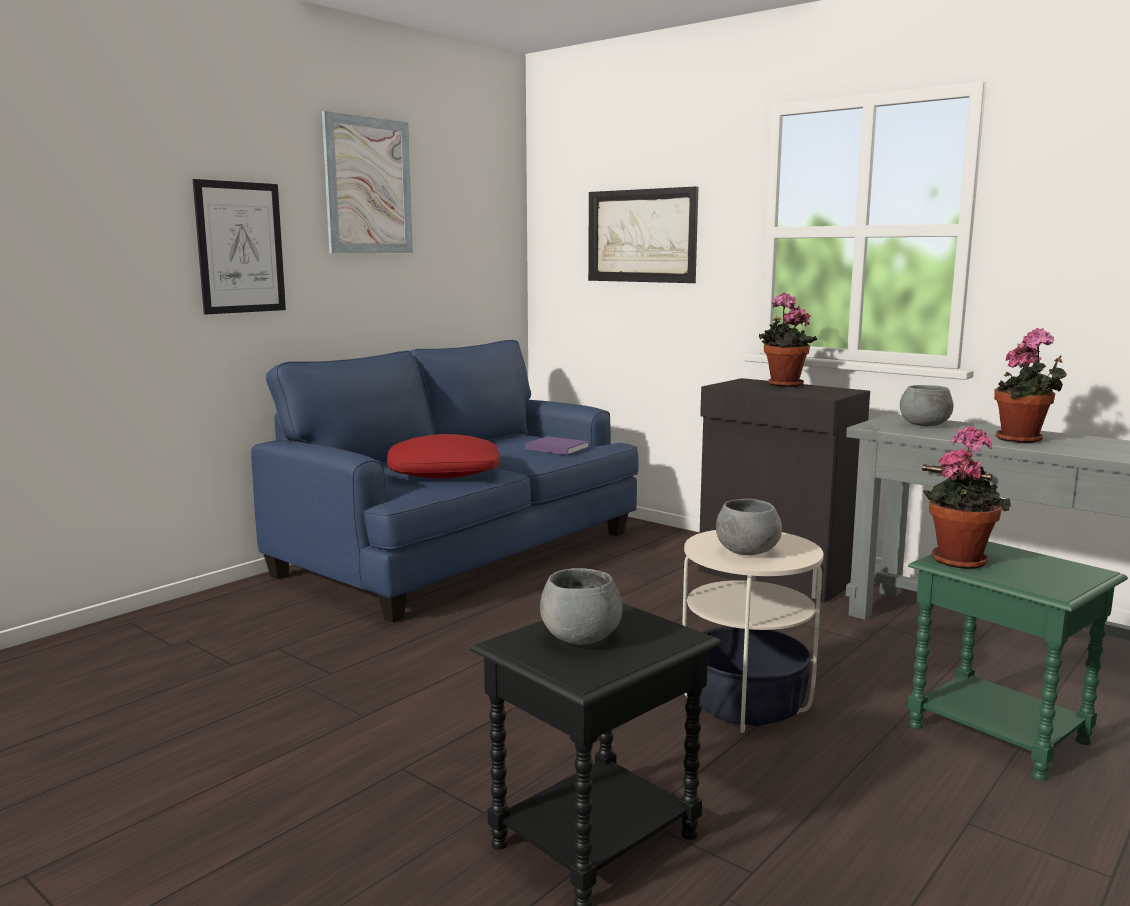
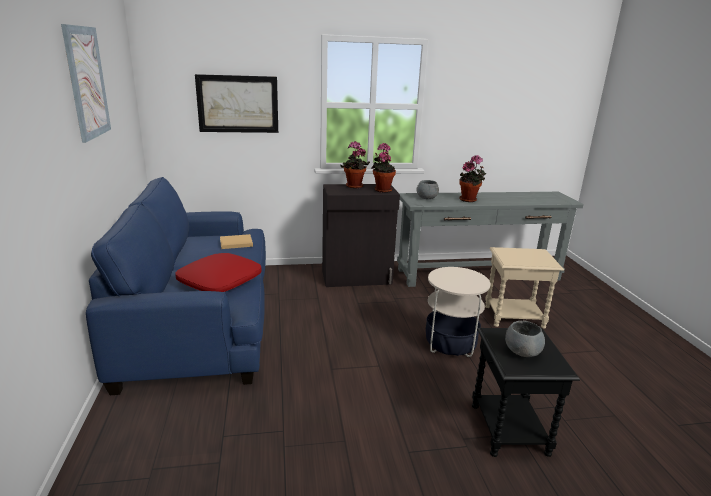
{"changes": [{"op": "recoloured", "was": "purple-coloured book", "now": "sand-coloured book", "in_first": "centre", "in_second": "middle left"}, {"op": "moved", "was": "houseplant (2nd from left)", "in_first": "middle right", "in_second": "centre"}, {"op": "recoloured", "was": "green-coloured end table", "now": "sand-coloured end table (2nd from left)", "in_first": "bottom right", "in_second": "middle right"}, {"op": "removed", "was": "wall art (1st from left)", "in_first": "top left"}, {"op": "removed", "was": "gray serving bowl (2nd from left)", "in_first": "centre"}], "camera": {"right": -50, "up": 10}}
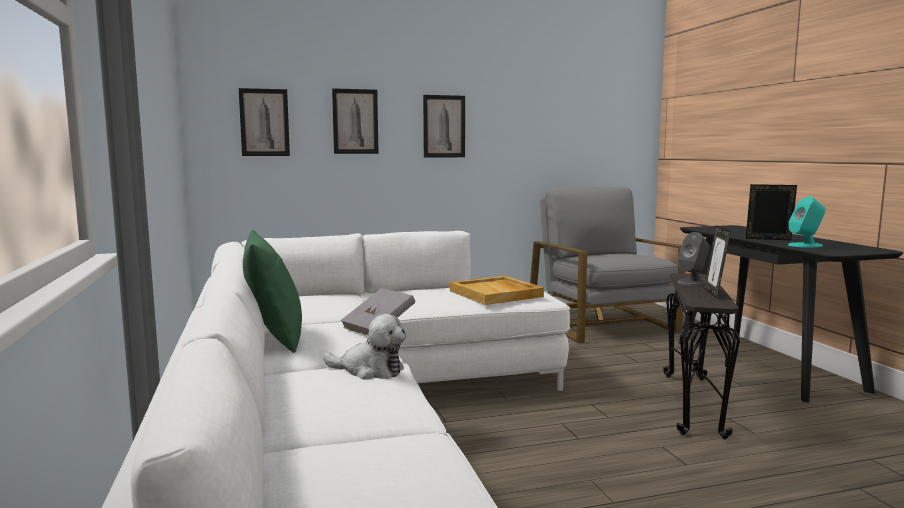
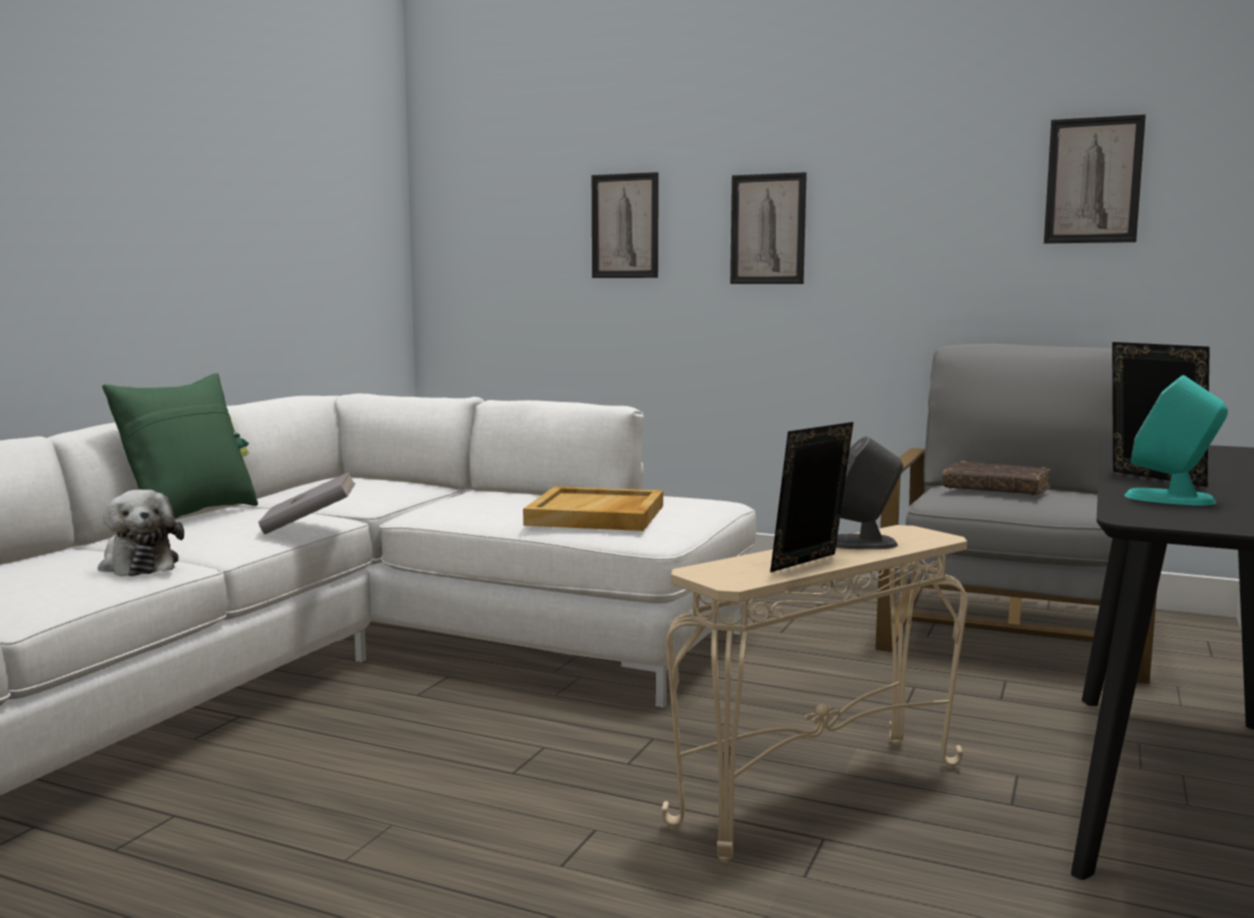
{"changes": [{"op": "recoloured", "was": "black-coloured end table", "now": "sand-coloured end table", "in_first": "bottom right", "in_second": "bottom centre"}, {"op": "added", "now": "brown book", "in_second": "middle right"}, {"op": "moved", "was": "wall art (1st from left in the first image)", "now": "wall art (3rd from left)", "in_first": "top left", "in_second": "top right"}], "camera": {"right": 40, "up": 0}}
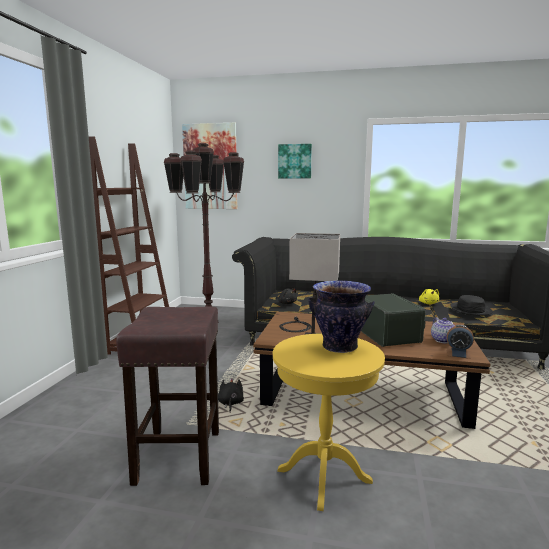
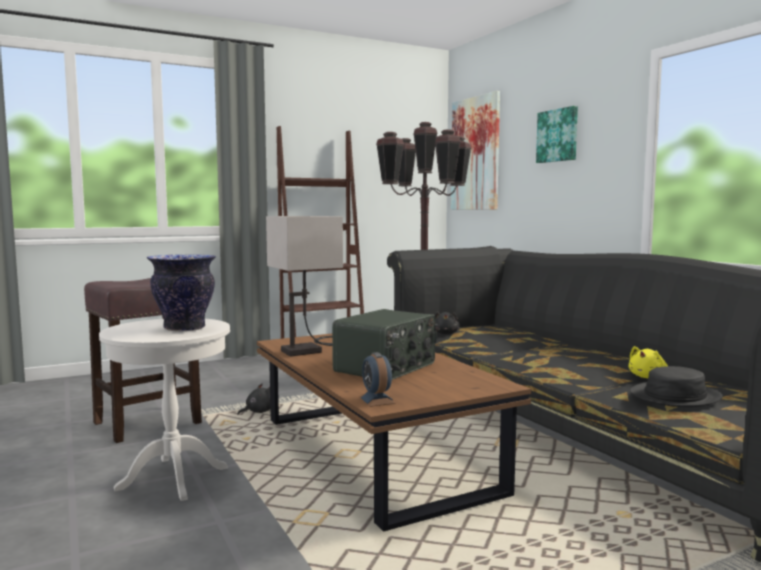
{"changes": [{"op": "recoloured", "was": "yellowish end table", "now": "white end table", "in_first": "bottom centre", "in_second": "bottom left"}, {"op": "removed", "was": "tea pot", "in_first": "middle right"}], "camera": {"right": 50, "up": -5}}
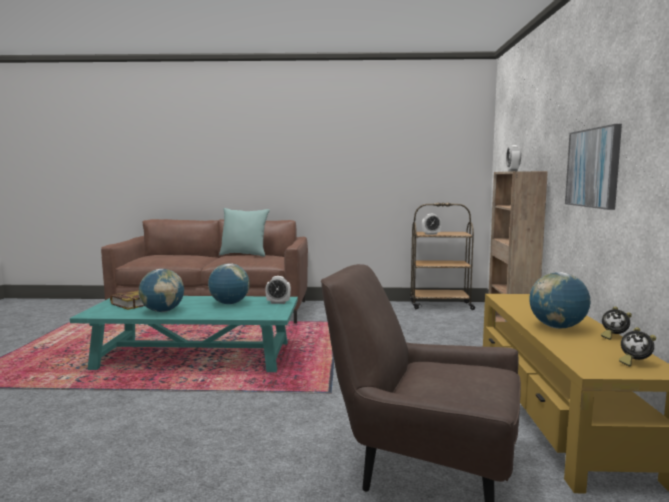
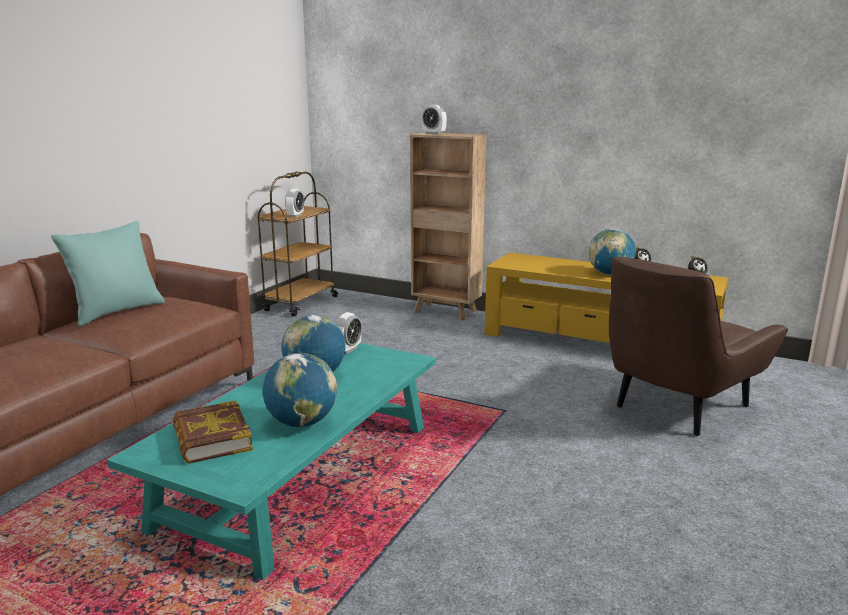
{"changes": [{"op": "removed", "was": "wall art", "in_first": "top right"}], "camera": {"right": -65, "up": 10}}
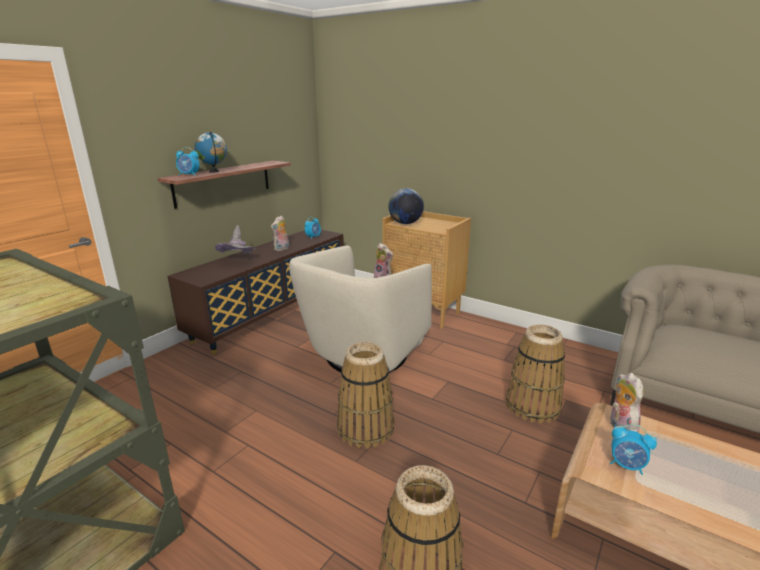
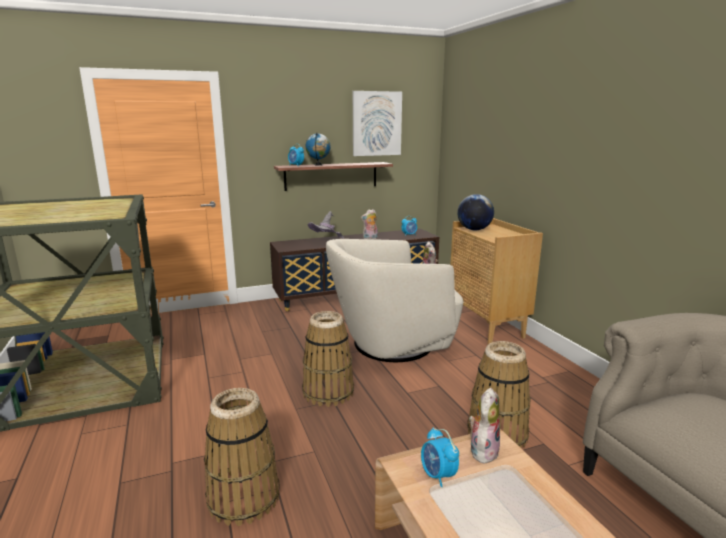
{"changes": [{"op": "added", "now": "wall art", "in_second": "top centre"}], "camera": {"right": 35, "up": -5}}
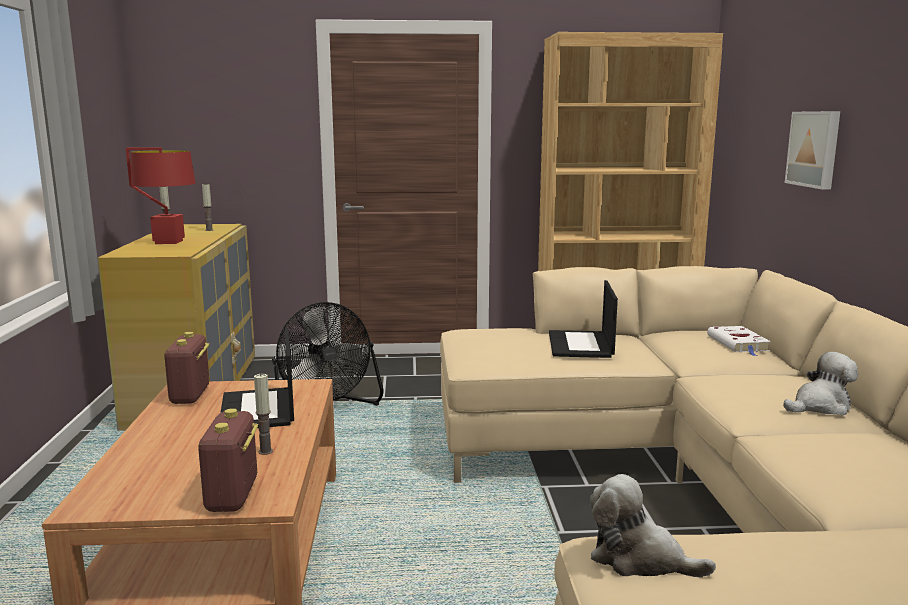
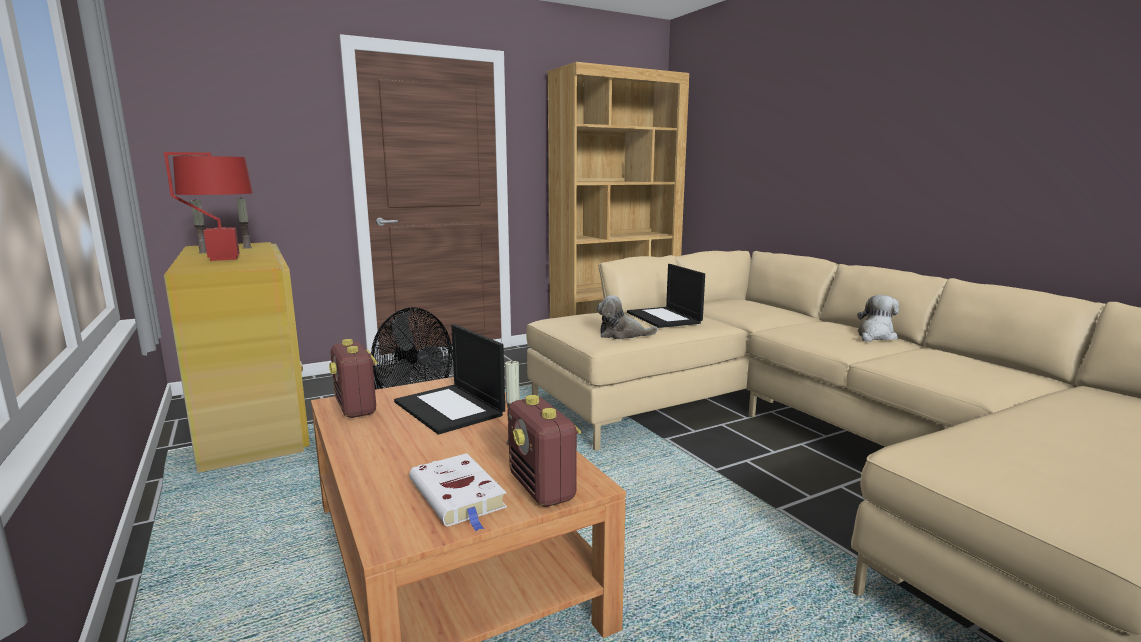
{"changes": [{"op": "moved", "was": "white book", "in_first": "middle right", "in_second": "bottom centre"}, {"op": "moved", "was": "plush toy (1st from left)", "in_first": "bottom right", "in_second": "centre"}, {"op": "removed", "was": "wall art", "in_first": "top right"}], "camera": {"right": -25, "up": 0}}
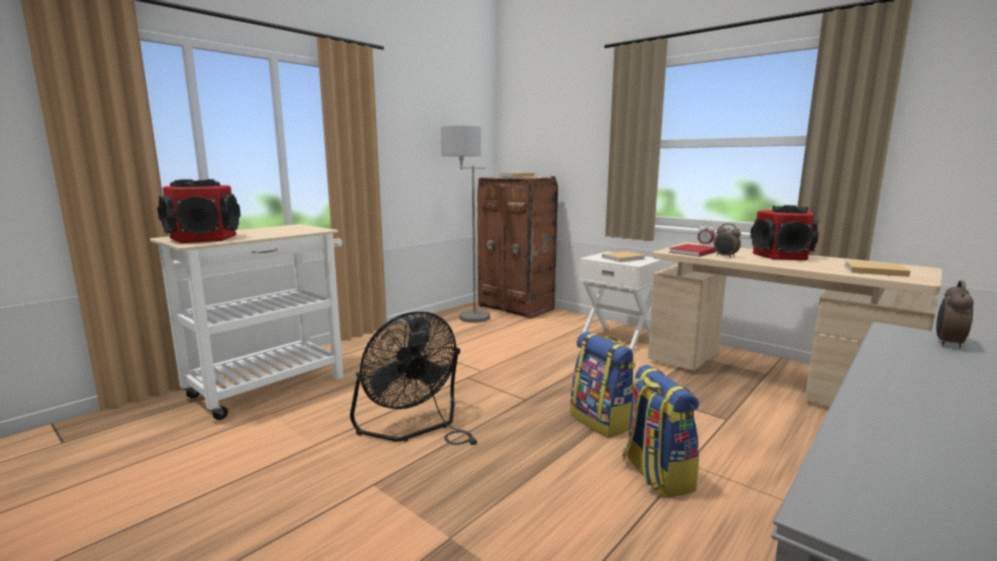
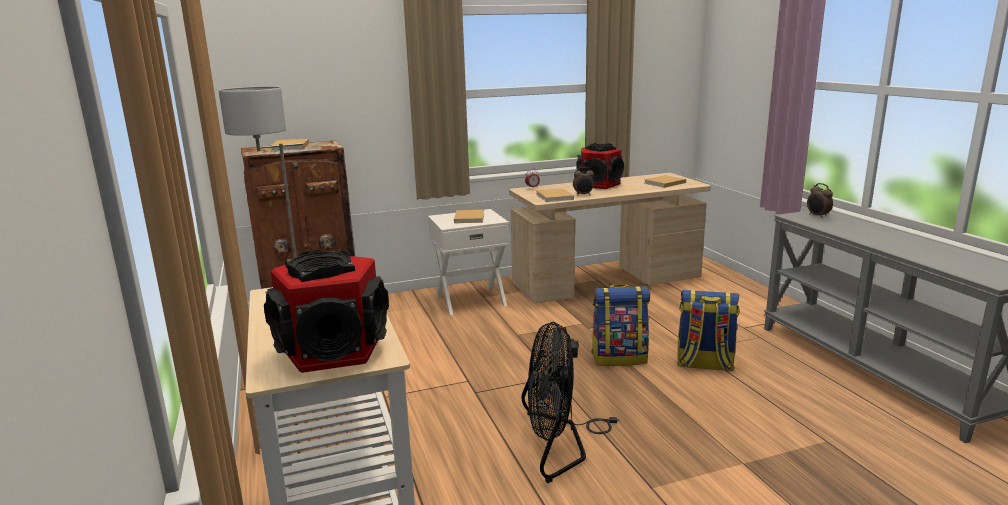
{"changes": [{"op": "recoloured", "was": "red-coloured book", "now": "sand-coloured book (3rd from left)", "in_first": "middle right", "in_second": "centre"}], "camera": {"right": -60, "up": 5}}
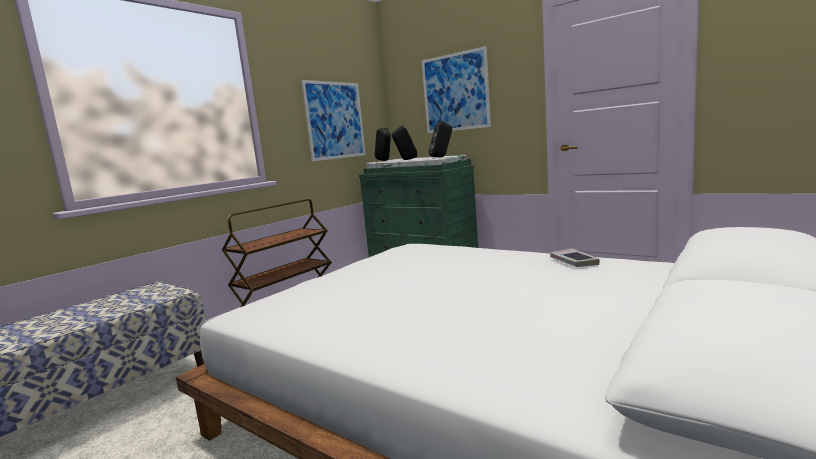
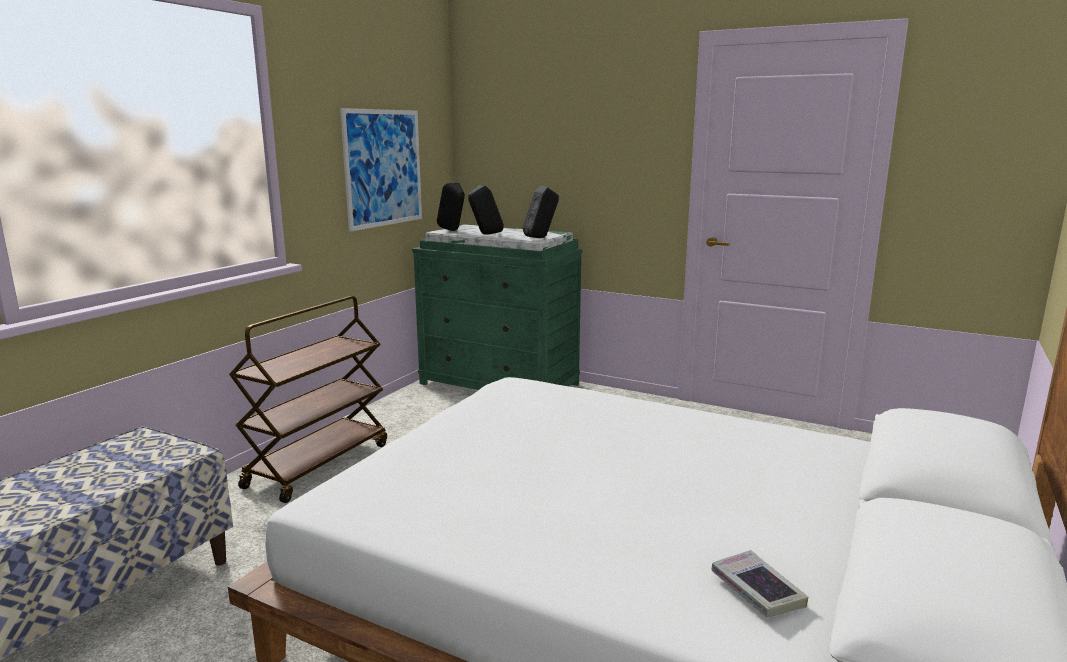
{"changes": [{"op": "moved", "was": "book", "in_first": "middle right", "in_second": "bottom right"}, {"op": "removed", "was": "wall art (2nd from left)", "in_first": "top centre"}], "camera": {"right": -10, "up": 5}}
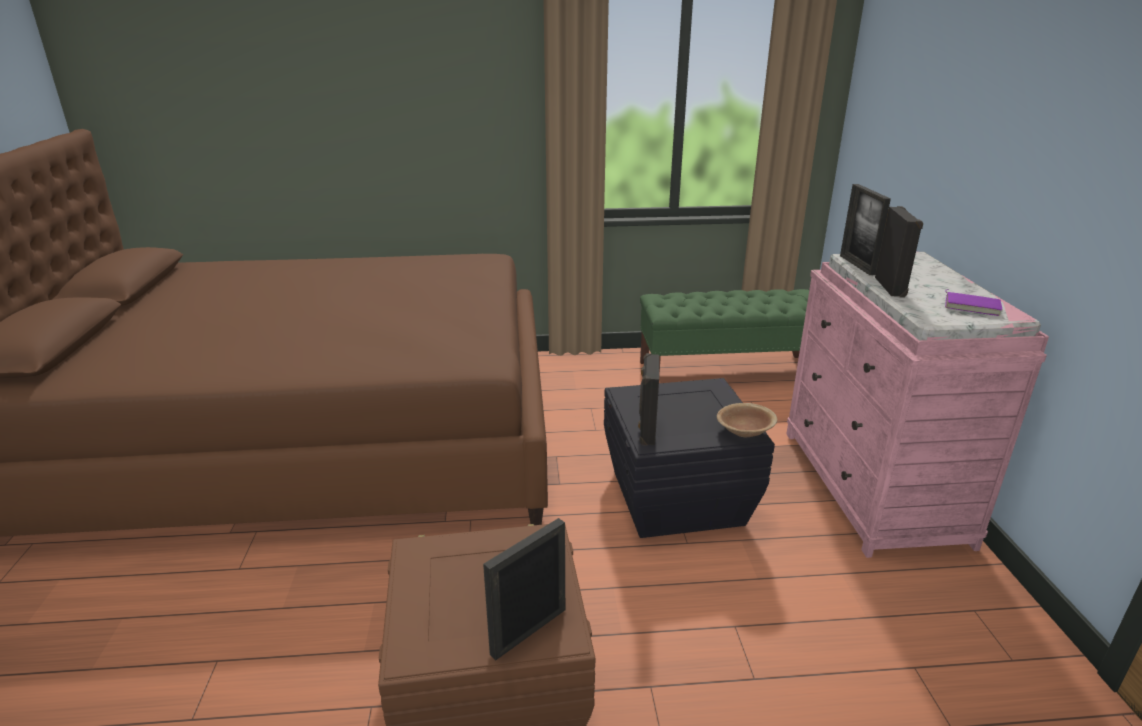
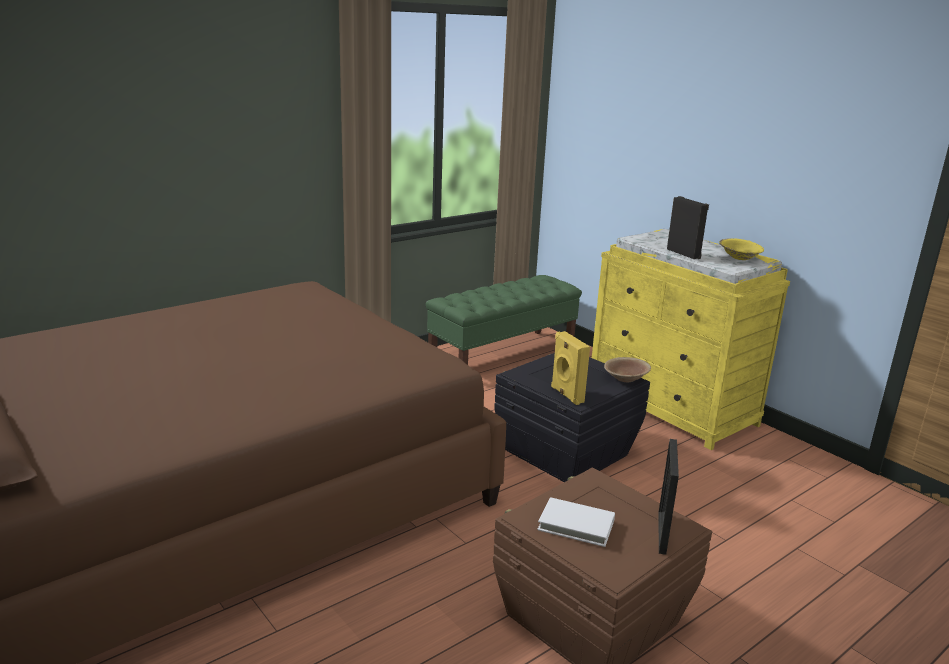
{"changes": [{"op": "added", "now": "white book", "in_second": "bottom centre"}, {"op": "recoloured", "was": "black-coloured speaker (1st from left)", "now": "yellowish speaker", "in_first": "centre", "in_second": "centre"}, {"op": "recoloured", "was": "pink-coloured dresser", "now": "yellowish dresser", "in_first": "middle right", "in_second": "middle right"}, {"op": "replaced", "was": "purple-coloured book", "now": "yellowish serving bowl", "in_first": "middle right", "in_second": "middle right"}, {"op": "removed", "was": "picture frame (2nd from left)", "in_first": "top right"}], "camera": {"right": -35, "up": -5}}
